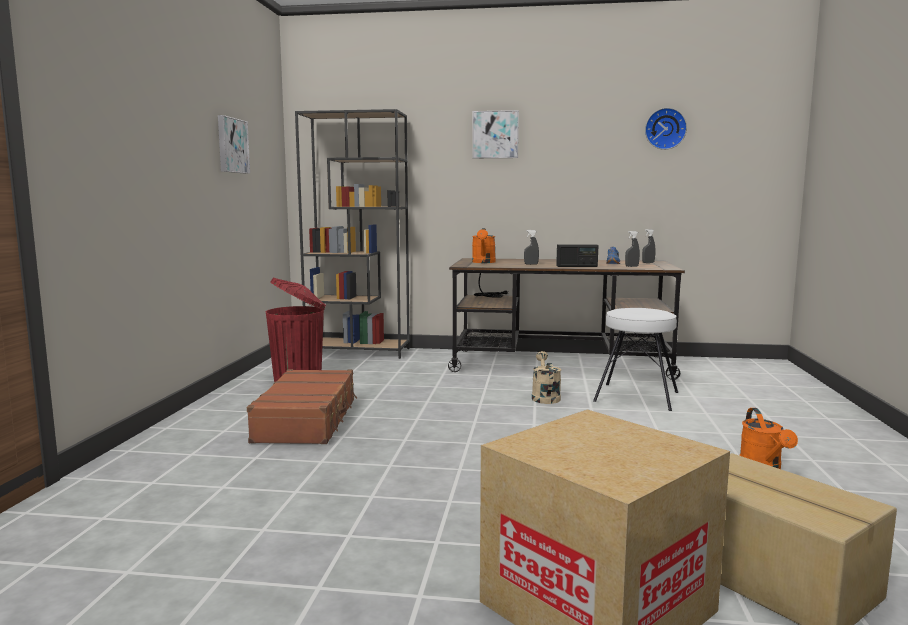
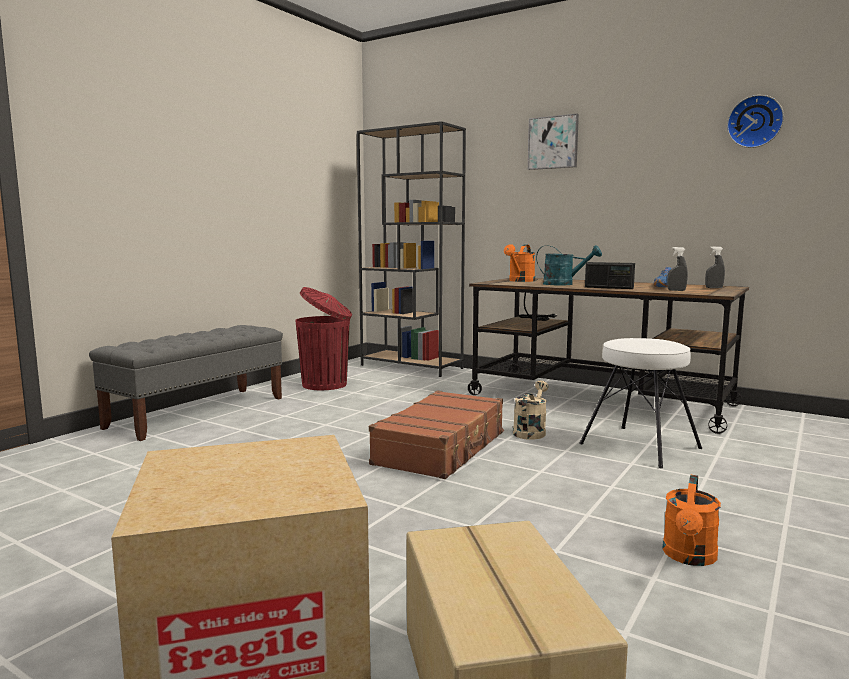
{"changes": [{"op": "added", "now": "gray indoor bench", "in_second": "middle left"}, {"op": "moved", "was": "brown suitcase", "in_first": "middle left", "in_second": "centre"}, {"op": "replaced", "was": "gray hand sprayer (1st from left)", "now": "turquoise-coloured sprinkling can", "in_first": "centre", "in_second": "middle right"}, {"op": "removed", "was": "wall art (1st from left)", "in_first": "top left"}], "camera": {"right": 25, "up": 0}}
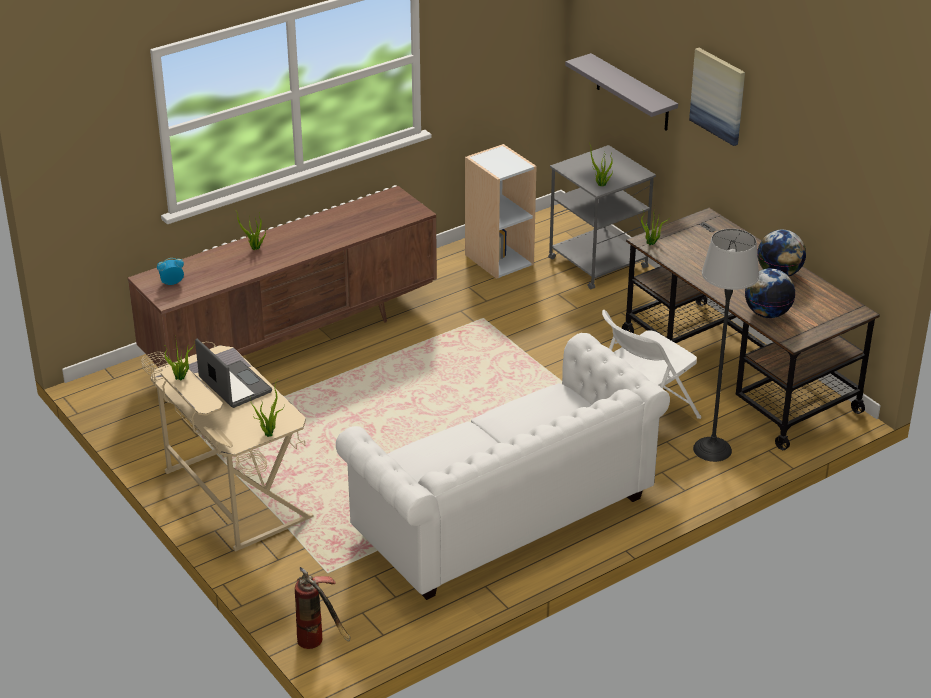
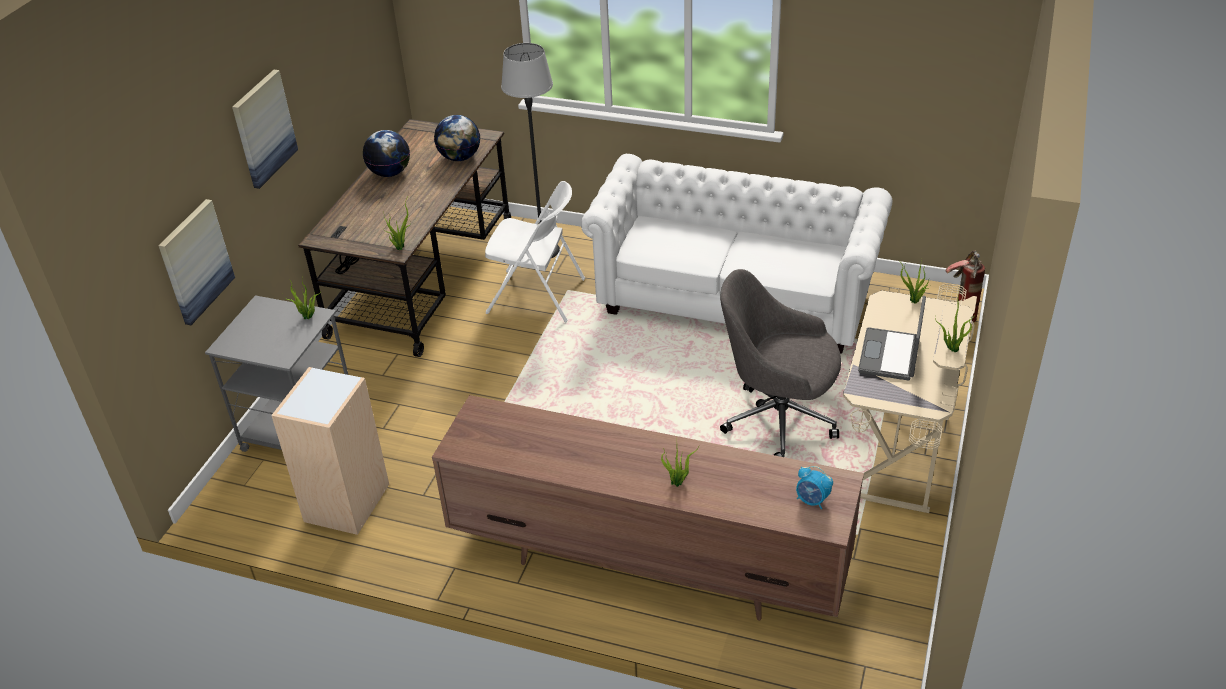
{"changes": [{"op": "replaced", "was": "gray wall shelf", "now": "wall art (1st from left)", "in_first": "top right", "in_second": "middle left"}, {"op": "added", "now": "gray desk chair", "in_second": "centre"}], "camera": {"right": -125, "up": 5}}
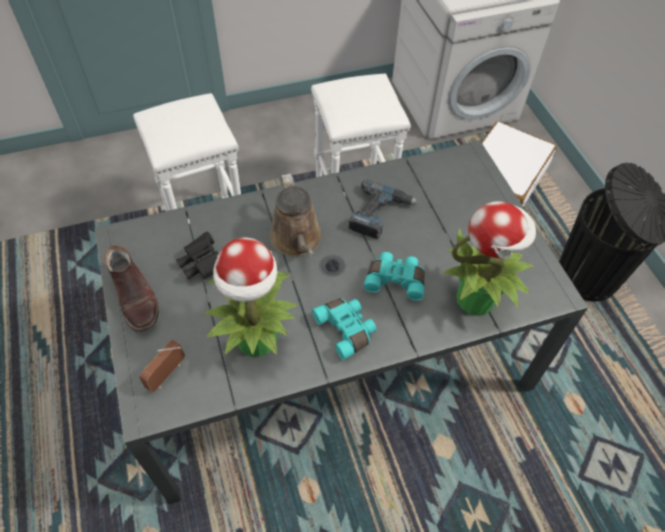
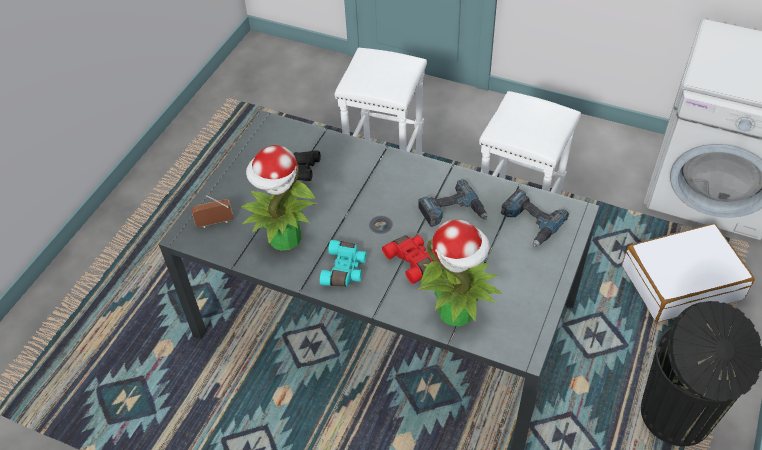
{"changes": [{"op": "recoloured", "was": "turquoise-coloured field glasses (2nd from left)", "now": "red-coloured field glasses", "in_first": "centre", "in_second": "centre"}, {"op": "added", "now": "electric drill (2nd from left)", "in_second": "middle right"}, {"op": "removed", "was": "brown tall boot", "in_first": "middle left"}, {"op": "removed", "was": "brown sprinkling can", "in_first": "centre"}], "camera": {"right": 45, "up": -5}}
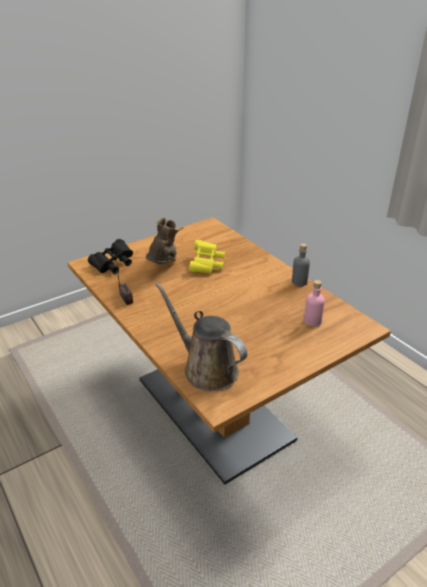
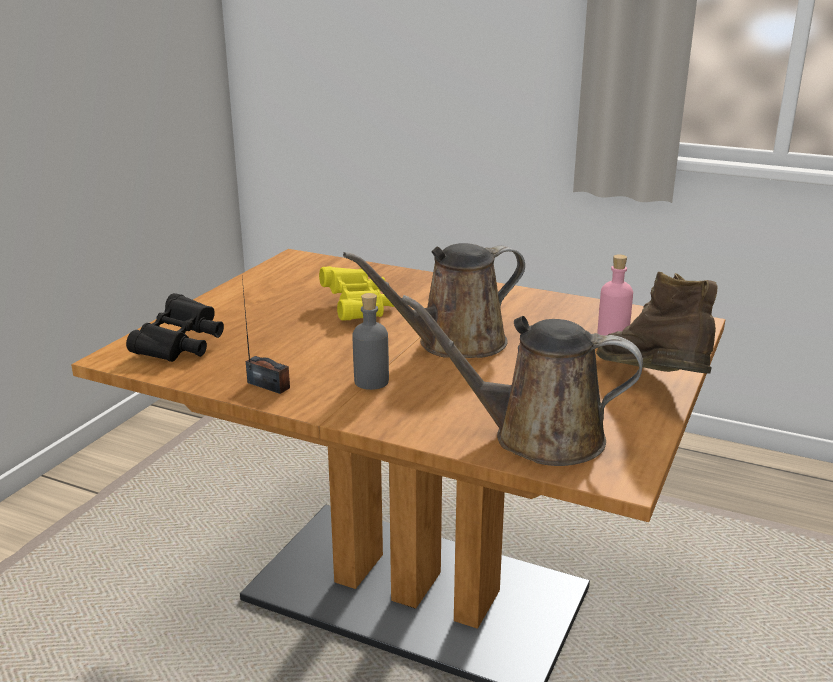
{"changes": [{"op": "added", "now": "brown sprinkling can (1st from left)", "in_second": "centre"}, {"op": "moved", "was": "gray bottle", "in_first": "middle right", "in_second": "centre"}, {"op": "moved", "was": "brown tall boot", "in_first": "centre", "in_second": "middle right"}], "camera": {"right": -30, "up": -10}}
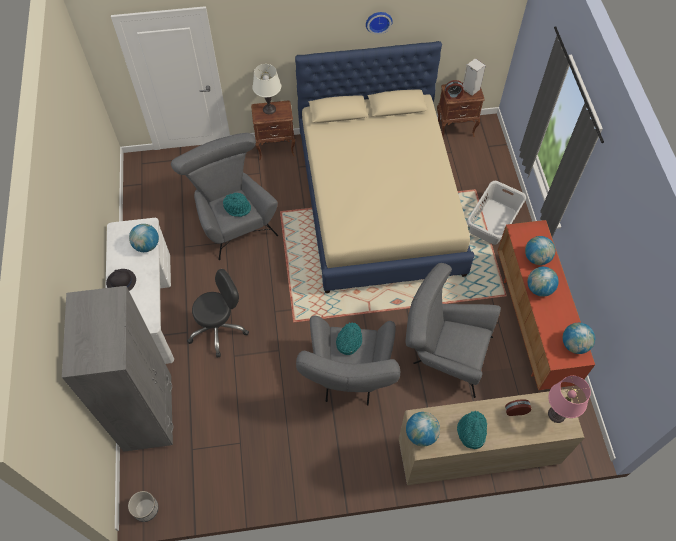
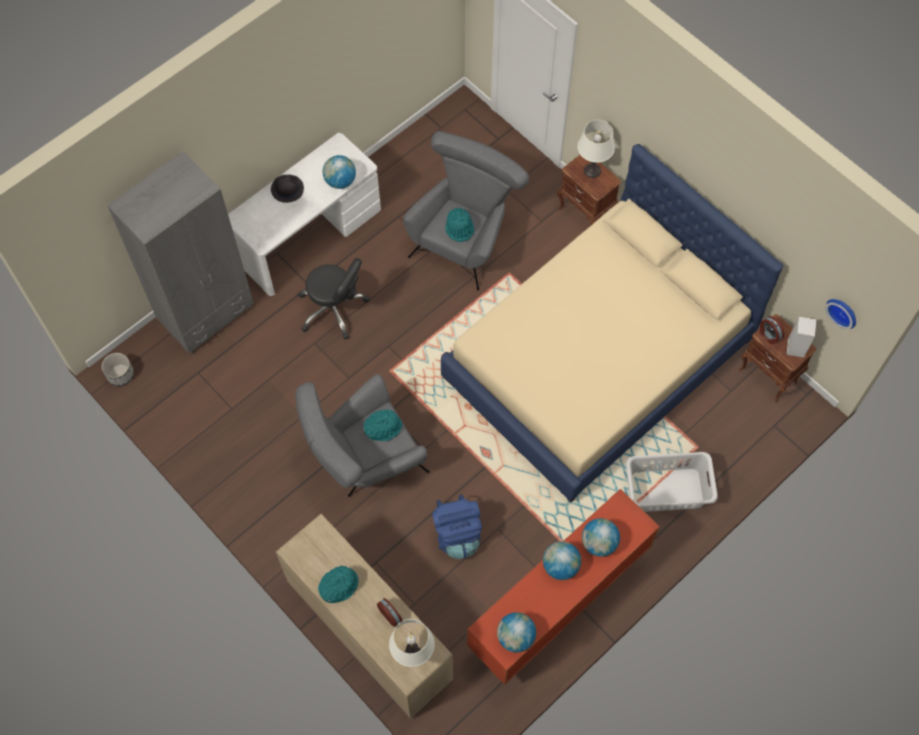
{"changes": [{"op": "recoloured", "was": "pink-coloured table lamp", "now": "white table lamp (1st from left)", "in_first": "bottom right", "in_second": "bottom centre"}, {"op": "replaced", "was": "gray armchair (3rd from left)", "now": "bluish rucksack", "in_first": "middle right", "in_second": "bottom centre"}, {"op": "moved", "was": "wall clock", "in_first": "top centre", "in_second": "middle right"}, {"op": "removed", "was": "globe (2nd from left)", "in_first": "bottom centre"}], "camera": {"right": 55, "up": 5}}
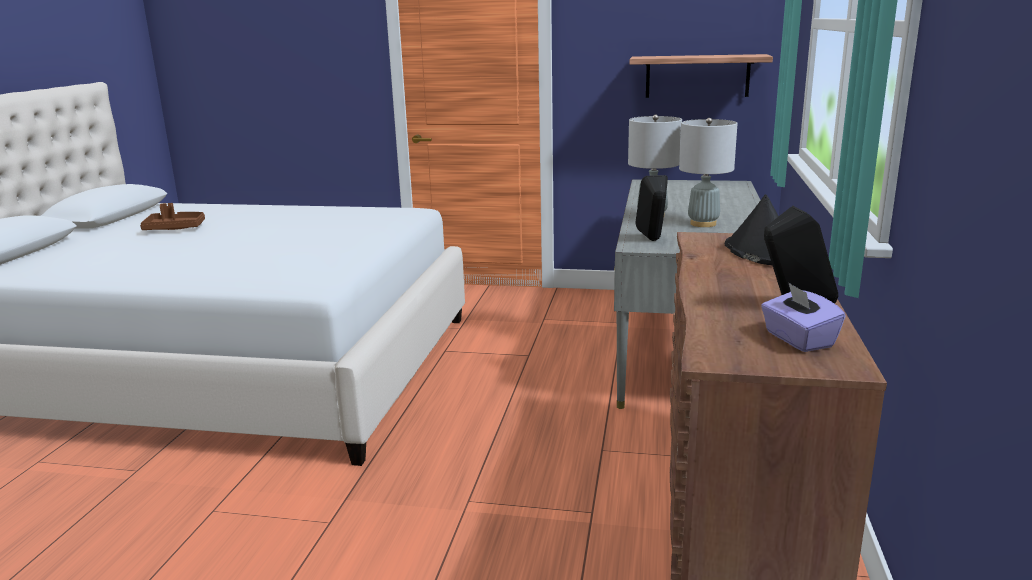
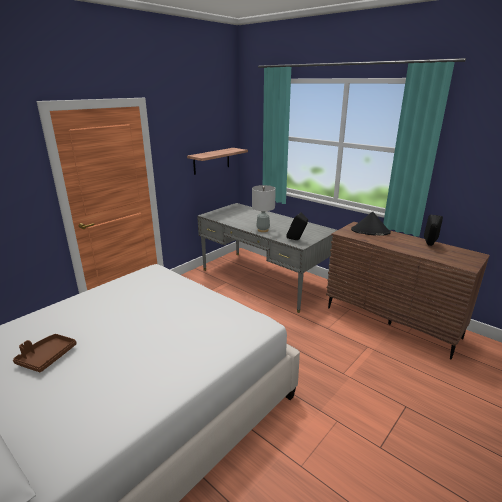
{"changes": [{"op": "removed", "was": "gray table lamp (2nd from left)", "in_first": "top right"}, {"op": "removed", "was": "purple-coloured tissue holder", "in_first": "middle right"}], "camera": {"right": -60, "up": 5}}
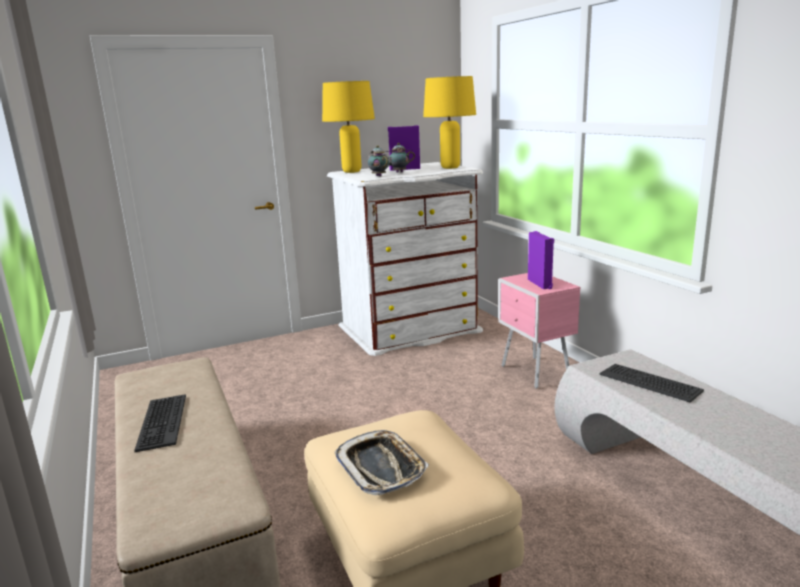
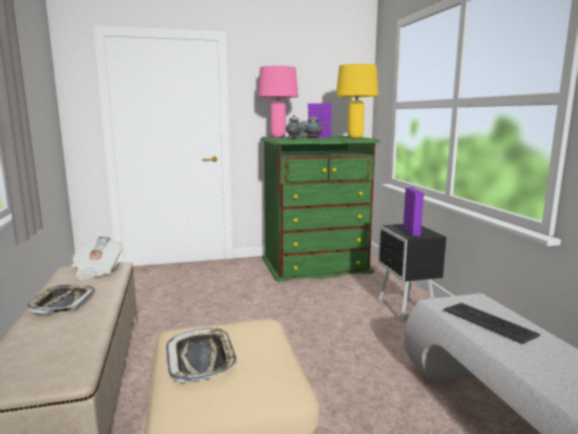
{"changes": [{"op": "replaced", "was": "PC keyboard (1st from left)", "now": "carrying tray (1st from left)", "in_first": "bottom left", "in_second": "bottom left"}, {"op": "added", "now": "newspaper", "in_second": "middle left"}, {"op": "recoloured", "was": "yellowish table lamp (1st from left)", "now": "pink-coloured table lamp", "in_first": "top centre", "in_second": "top centre"}, {"op": "recoloured", "was": "white dresser", "now": "green-coloured dresser", "in_first": "centre", "in_second": "centre"}, {"op": "recoloured", "was": "pink-coloured bedside table", "now": "black-coloured bedside table", "in_first": "middle right", "in_second": "middle right"}], "camera": {"right": 10, "up": -5}}
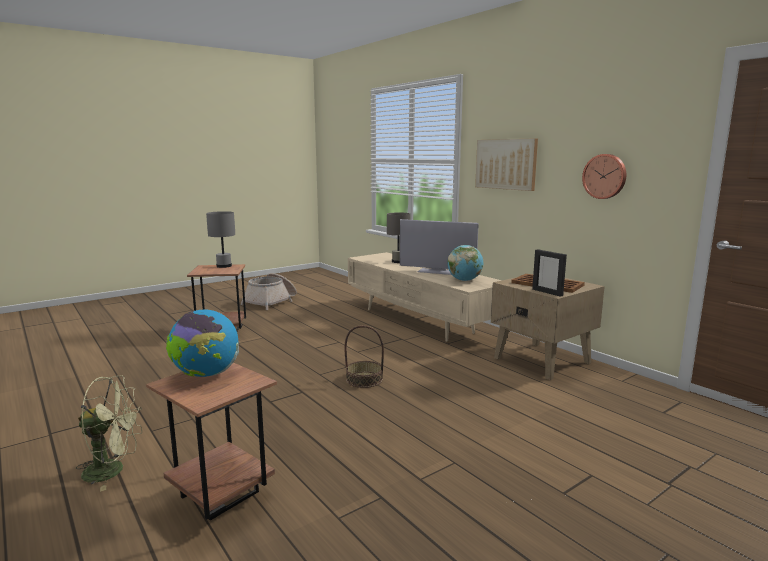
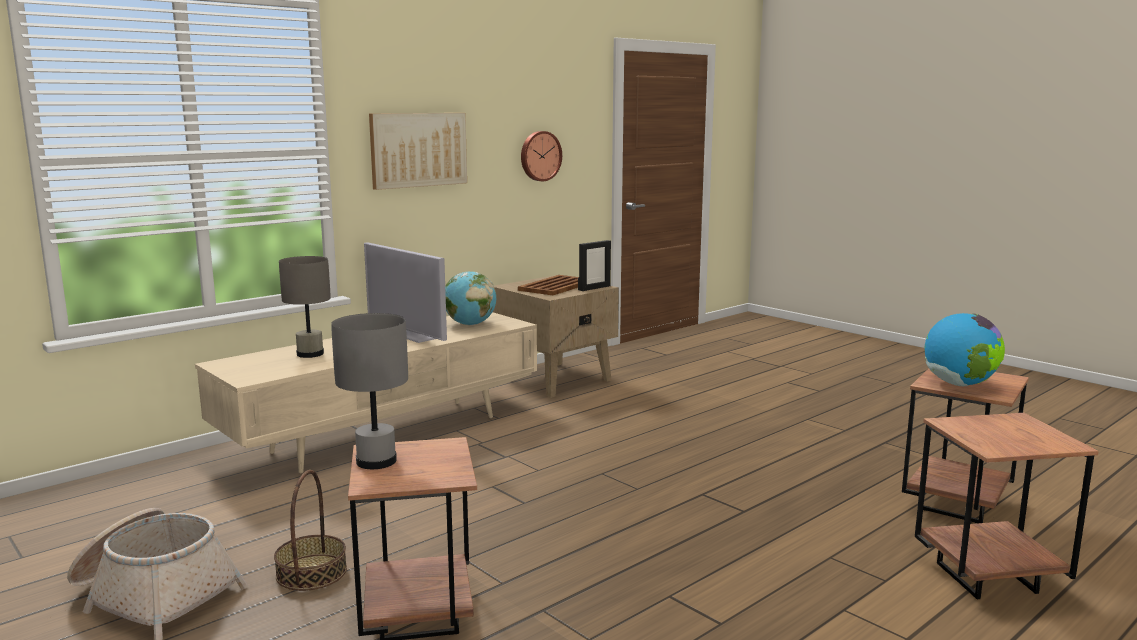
{"changes": [{"op": "moved", "was": "household basket (2nd from left)", "in_first": "centre", "in_second": "bottom left"}, {"op": "turned", "was": "TV set", "in_first": "centre", "in_second": "centre", "clockwise": 120}, {"op": "replaced", "was": "green-coloured fan", "now": "brown end table (3rd from left)", "in_first": "bottom left", "in_second": "bottom right"}], "camera": {"right": -95, "up": 0}}
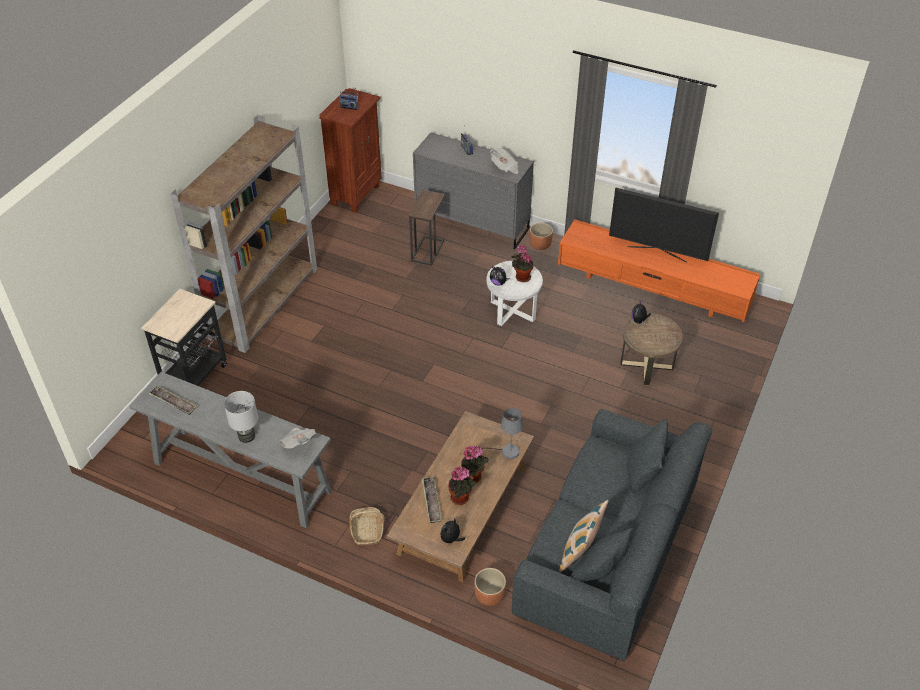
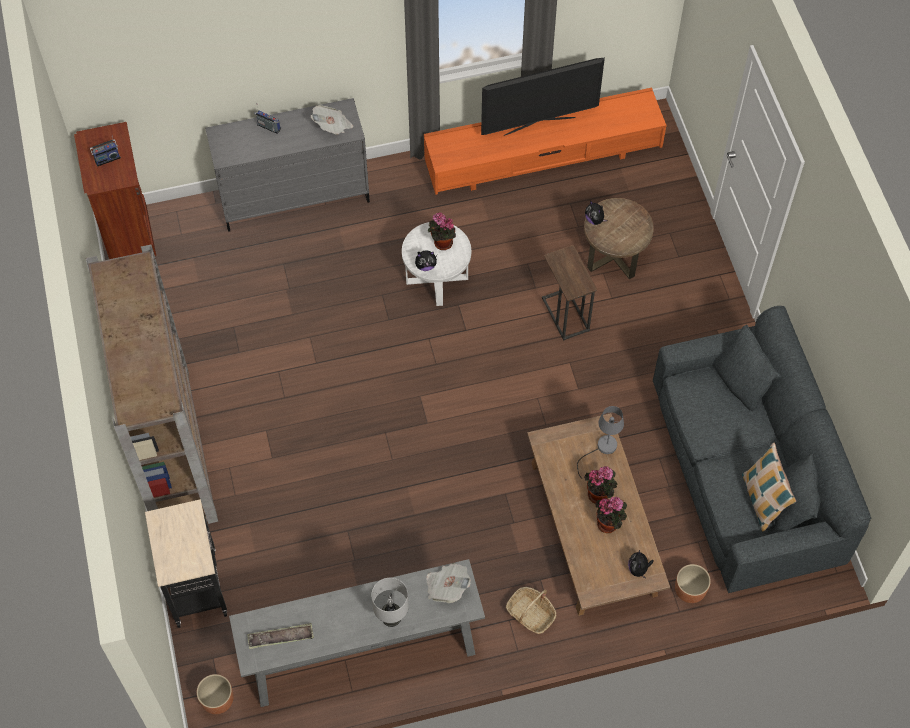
{"changes": [{"op": "moved", "was": "brown plant pot (2nd from left in the first image)", "now": "brown plant pot (1st from left)", "in_first": "centre", "in_second": "bottom left"}, {"op": "moved", "was": "brown end table (1st from left)", "in_first": "top centre", "in_second": "centre"}, {"op": "removed", "was": "carrying tray (2nd from left)", "in_first": "bottom centre"}], "camera": {"right": -40, "up": 15}}
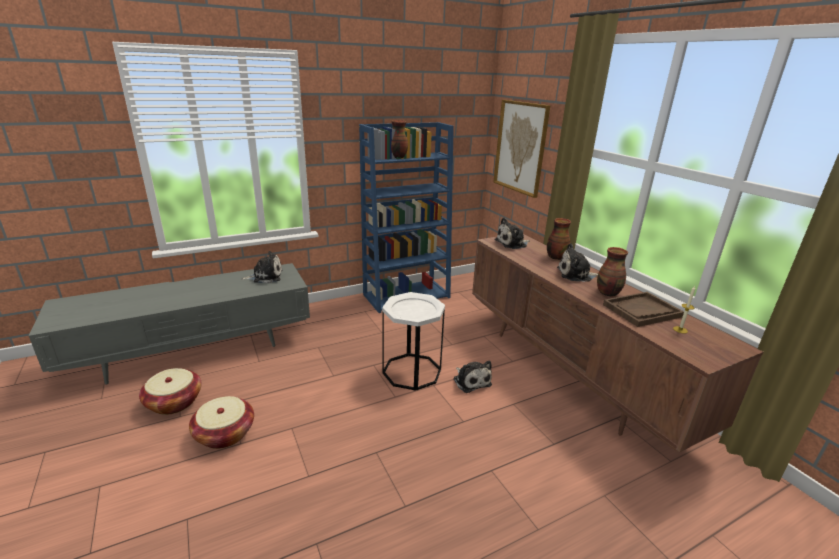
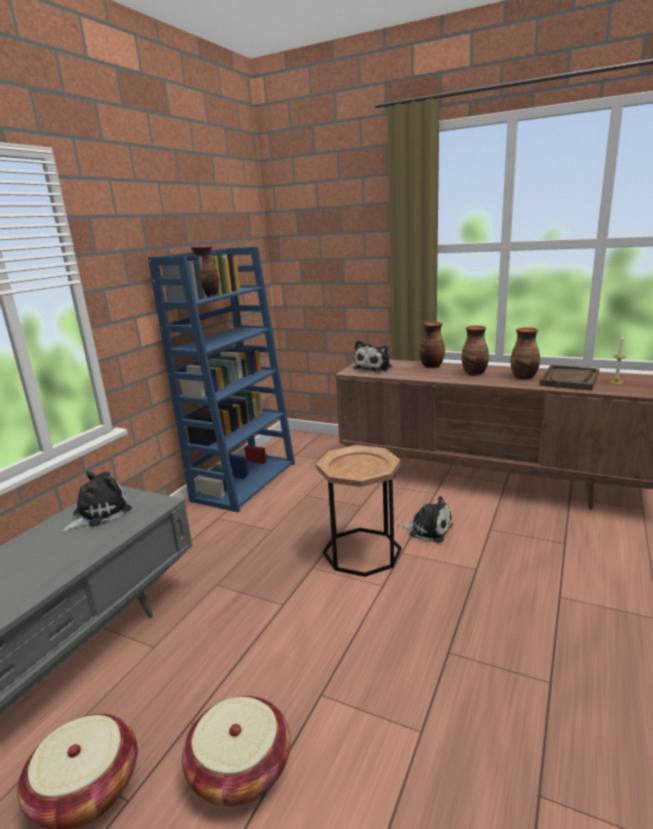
{"changes": [{"op": "recoloured", "was": "white end table", "now": "brown end table", "in_first": "centre", "in_second": "centre"}, {"op": "replaced", "was": "plush toy (4th from left)", "now": "vase (3rd from left)", "in_first": "middle right", "in_second": "middle right"}, {"op": "removed", "was": "wall art", "in_first": "top centre"}], "camera": {"right": -35, "up": -5}}
